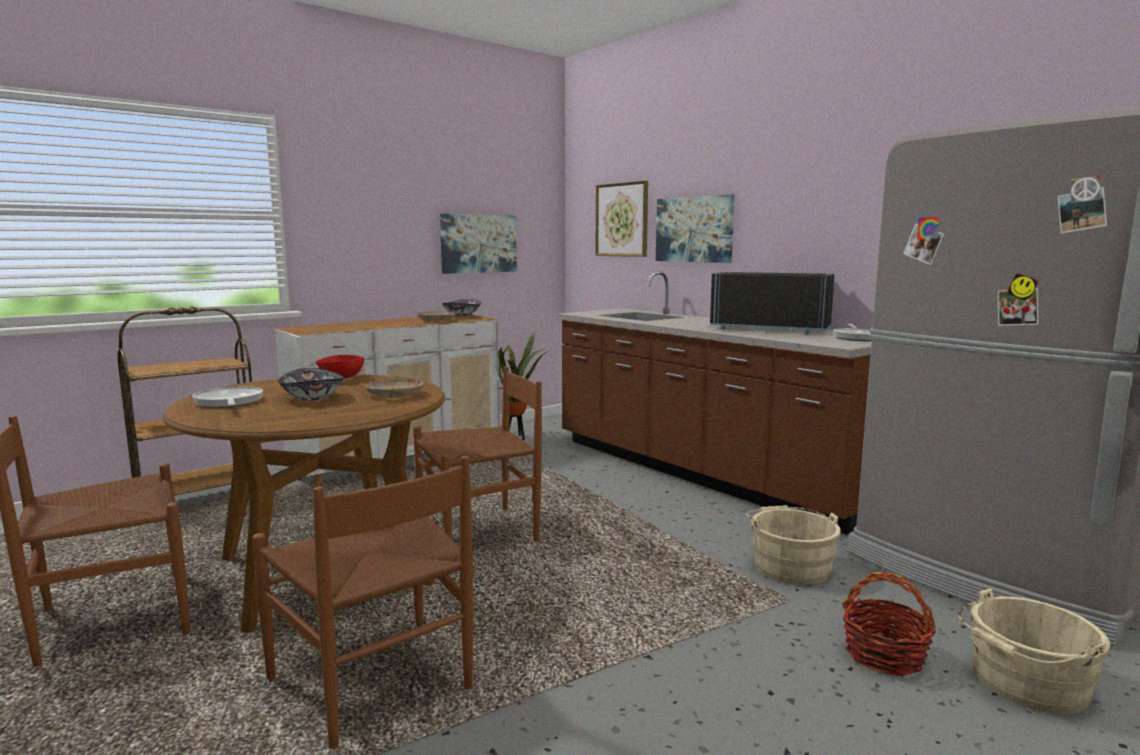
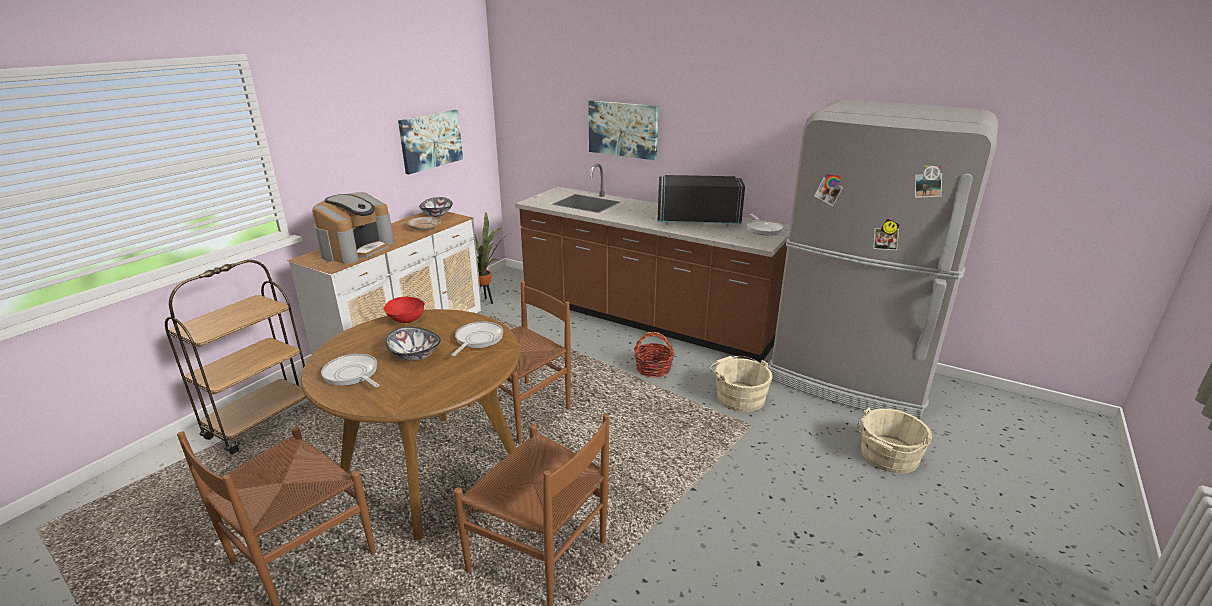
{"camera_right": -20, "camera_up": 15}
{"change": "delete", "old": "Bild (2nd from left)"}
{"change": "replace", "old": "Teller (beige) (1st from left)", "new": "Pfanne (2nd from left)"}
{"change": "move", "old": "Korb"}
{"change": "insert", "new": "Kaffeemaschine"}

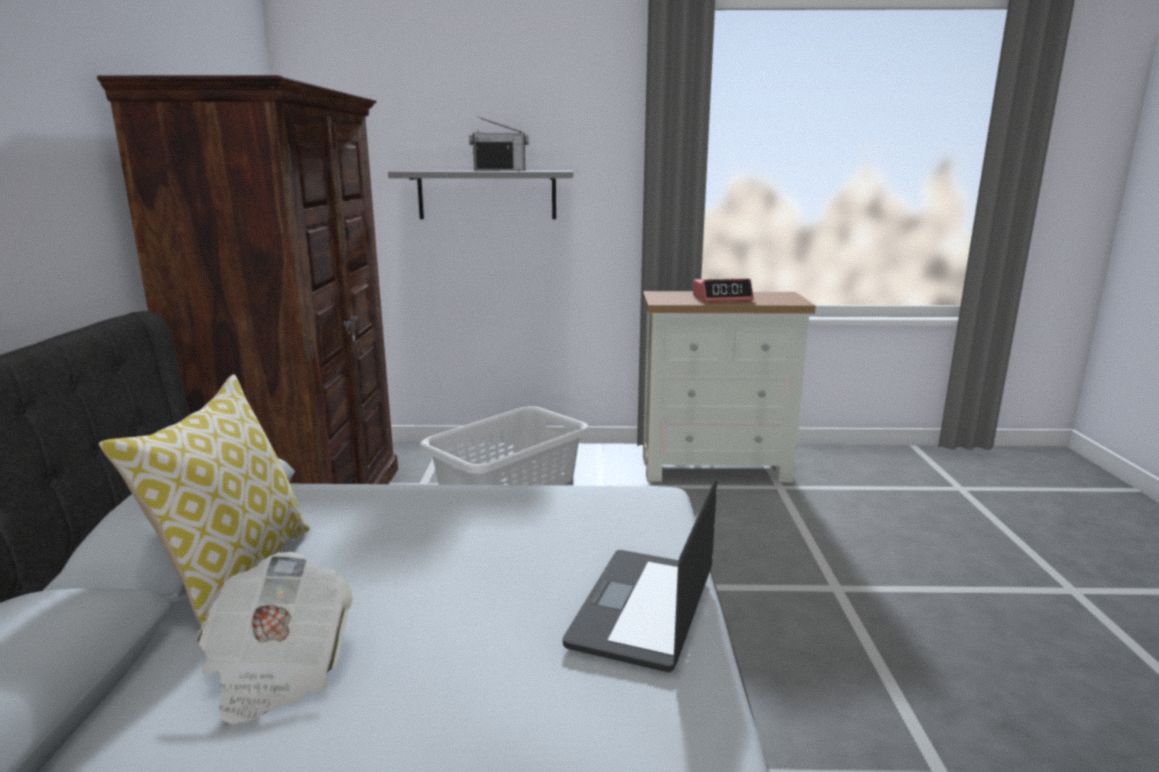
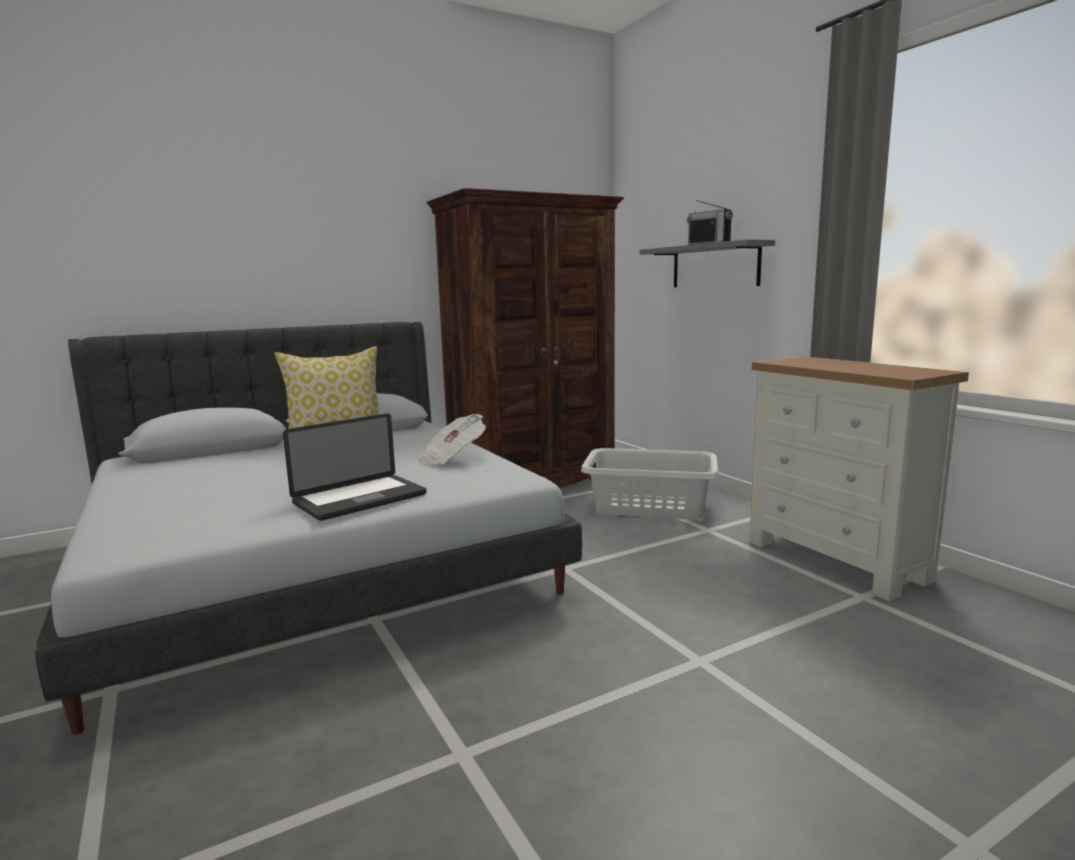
{"camera_right": 60, "camera_up": -5}
{"change": "delete", "old": "Wecker"}
{"change": "rotate", "old": "Laptop", "degrees": 150}
{"change": "move", "old": "Zeitung"}

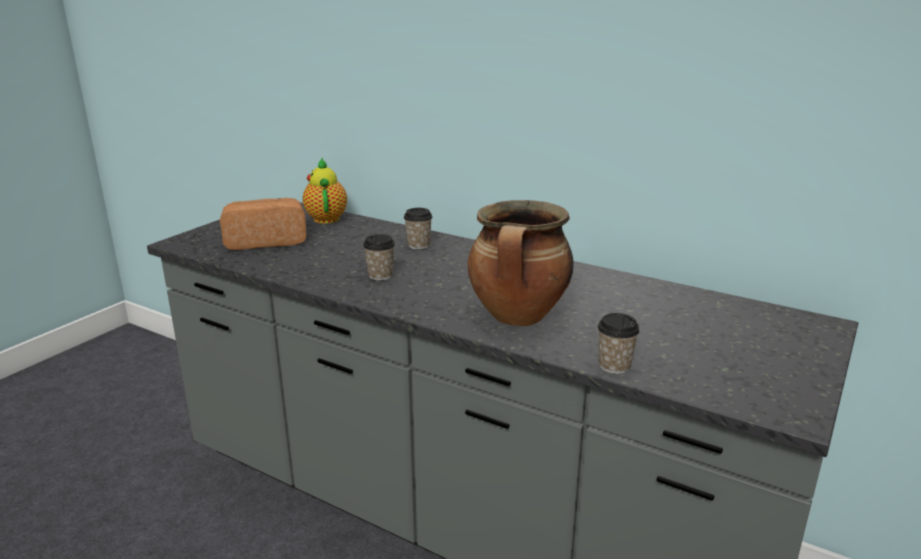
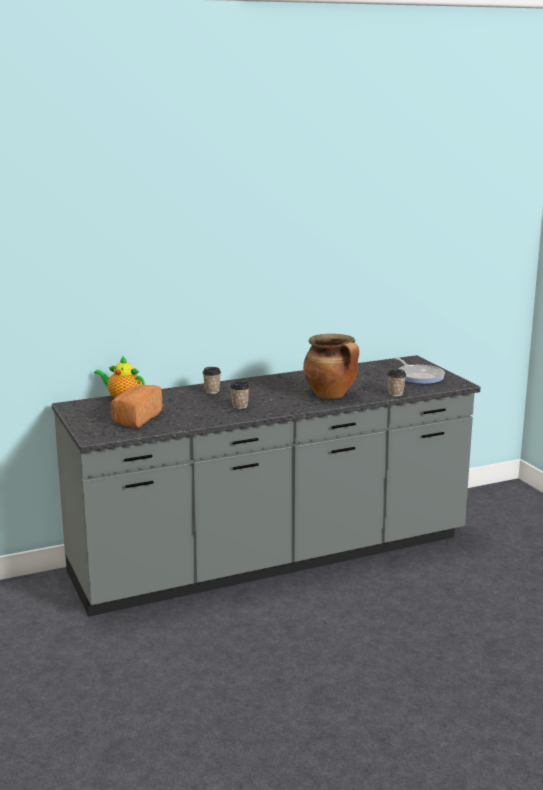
{"camera_right": -55, "camera_up": -5}
{"change": "insert", "new": "Pfanne"}

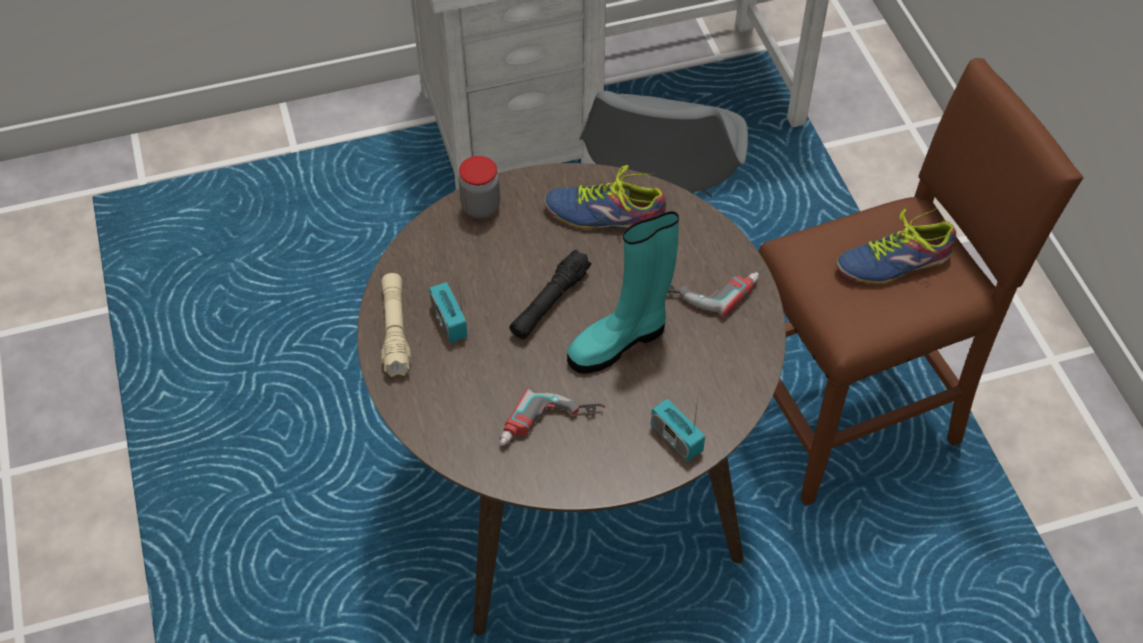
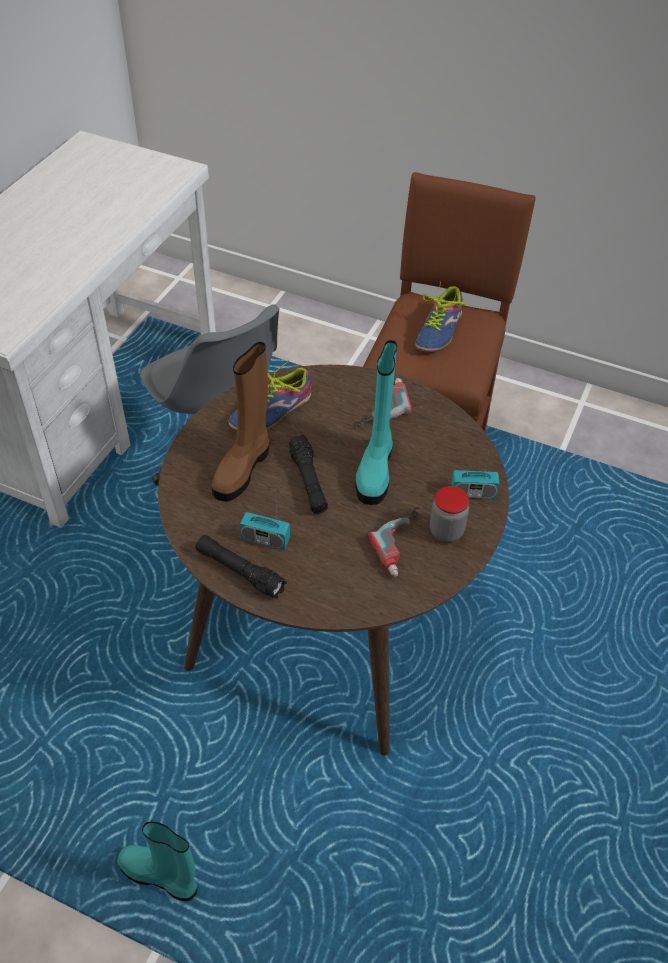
{"camera_right": -50, "camera_up": -5}
{"change": "move", "old": "Vorratsglas"}
{"change": "recolor", "old": "Taschenlampe (beige)", "new": "Taschenlampe (schwarz) (1st from left)"}
{"change": "insert", "new": "Stiefel (braun)"}
{"change": "insert", "new": "Stiefel (türkis) (1st from left)"}

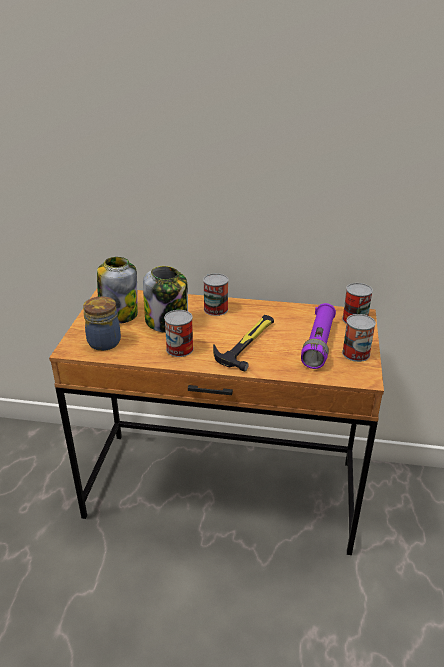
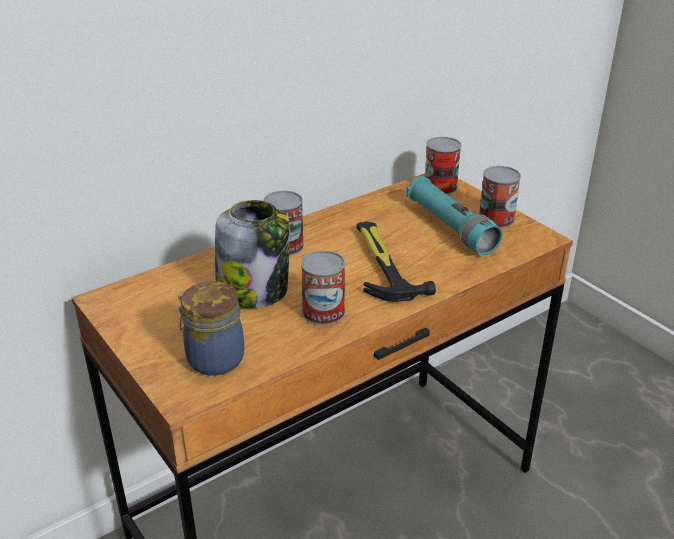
{"camera_right": -45, "camera_up": 0}
{"change": "delete", "old": "Vorratsglas (2nd from left)"}
{"change": "recolor", "old": "Taschenlampe (lila)", "new": "Taschenlampe (türkis)"}

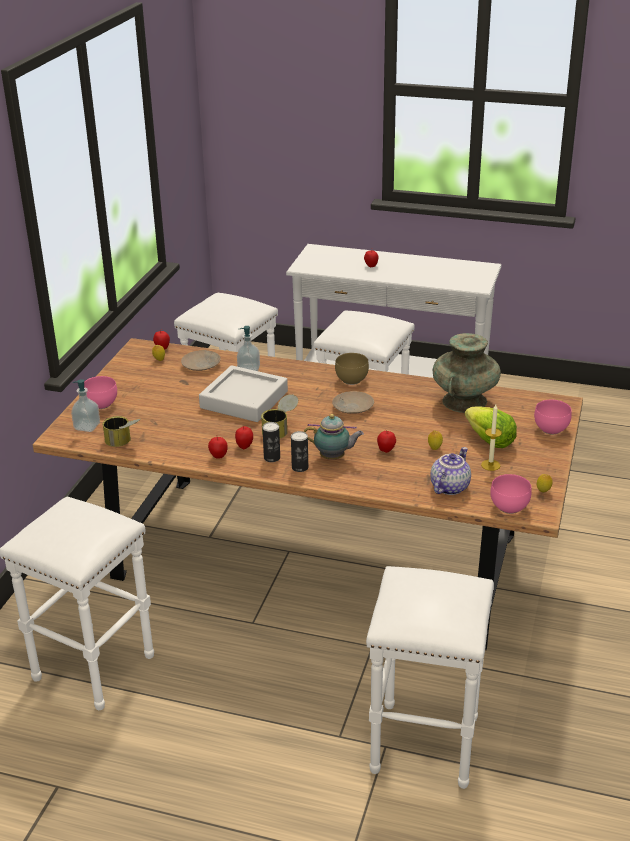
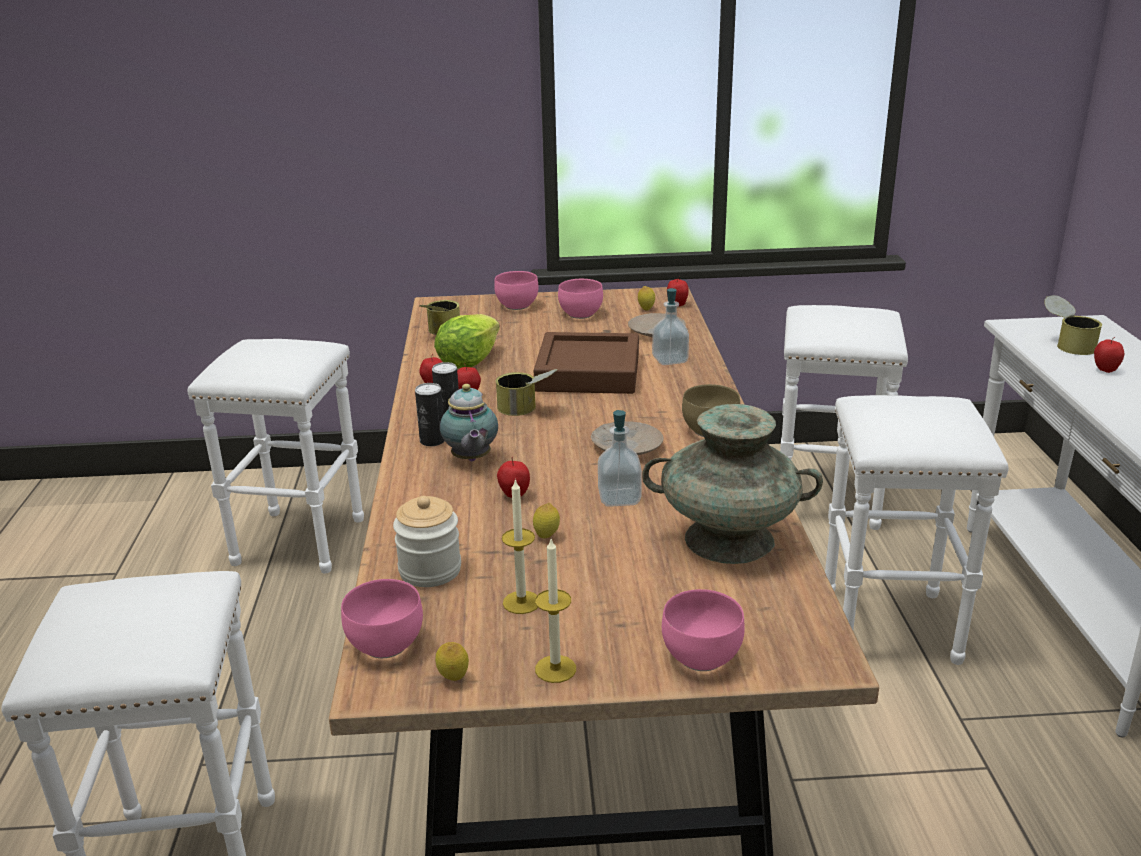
{"camera_right": 70, "camera_up": -5}
{"change": "recolor", "old": "Tablett (grau)", "new": "Tablett (braun)"}
{"change": "move", "old": "Seifenspender (1st from left)"}
{"change": "move", "old": "Salatkopf"}
{"change": "replace", "old": "Teekanne (2nd from left)", "new": "Vorratsglas"}
{"change": "insert", "new": "Schüssel (rosa) (3rd from left)"}
{"change": "insert", "new": "Dose (5th from left)"}
{"change": "insert", "new": "Kerze (2nd from left)"}

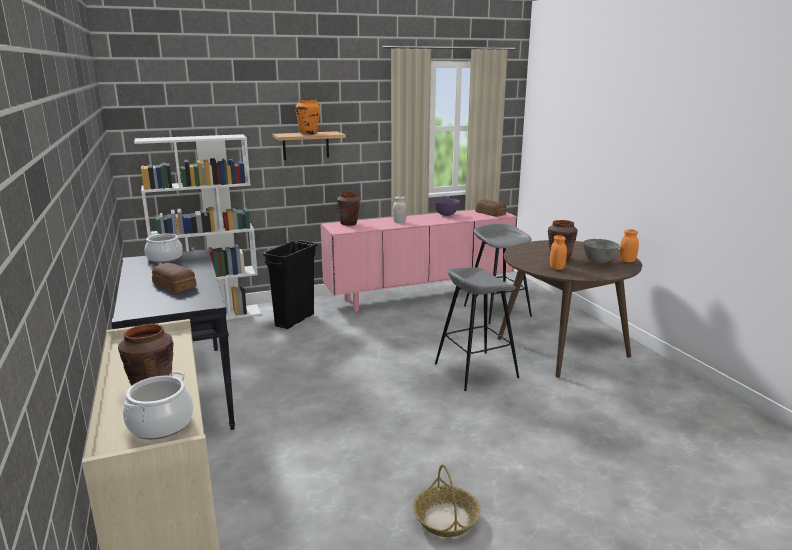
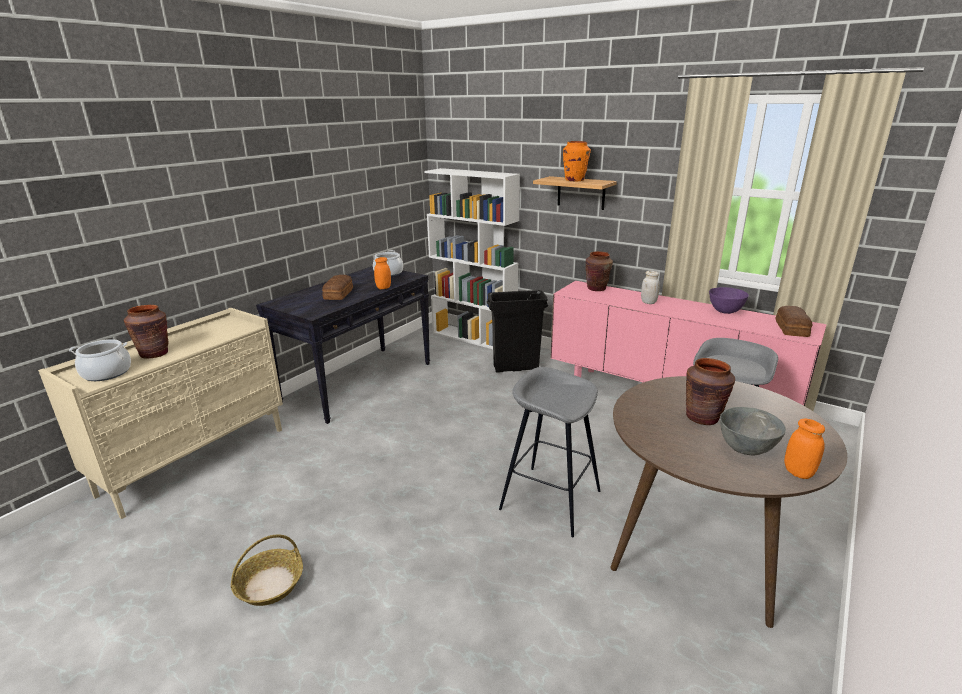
{"camera_right": 55, "camera_up": 5}
{"change": "move", "old": "Vorratsglas (orange) (1st from left)"}

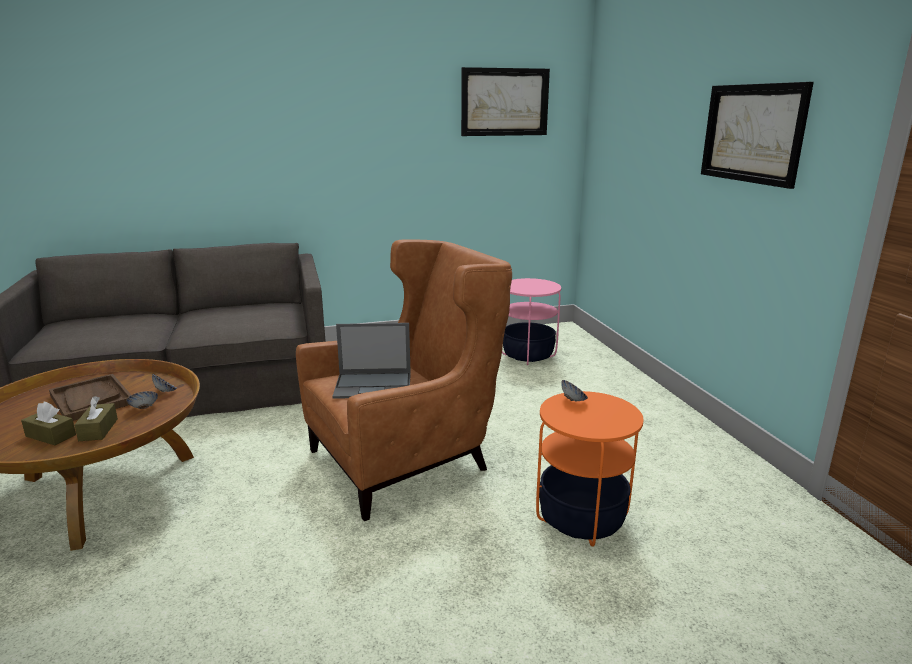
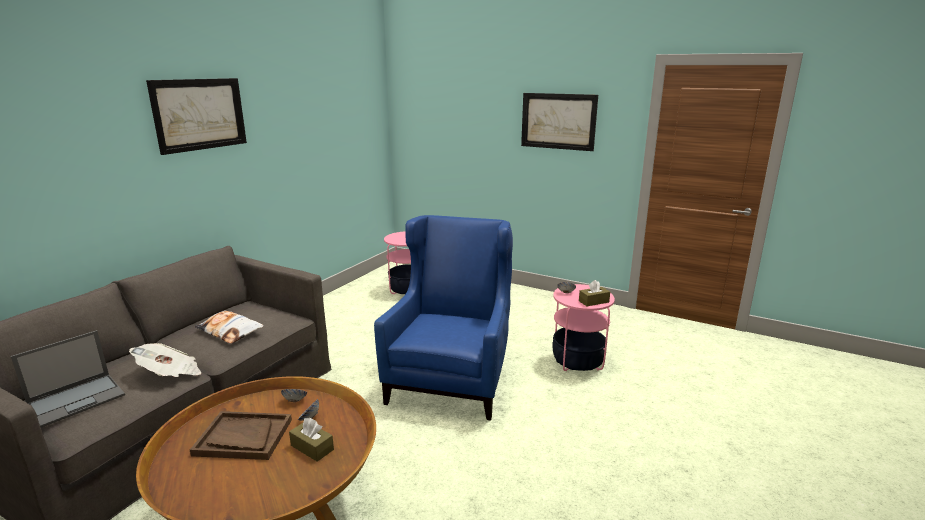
{"camera_right": -45, "camera_up": 0}
{"change": "move", "old": "Bild (1st from left)"}
{"change": "recolor", "old": "Sessel (braun)", "new": "Sessel (blau)"}
{"change": "move", "old": "Laptop"}
{"change": "recolor", "old": "Beistelltisch (orange)", "new": "Beistelltisch (rosa) (2nd from left)"}
{"change": "move", "old": "Taschentuchbox (braun) (1st from left in the first image)", "new": "Taschentuchbox (braun) (2nd from left)"}
{"change": "insert", "new": "Kissen"}
{"change": "insert", "new": "Zeitung"}

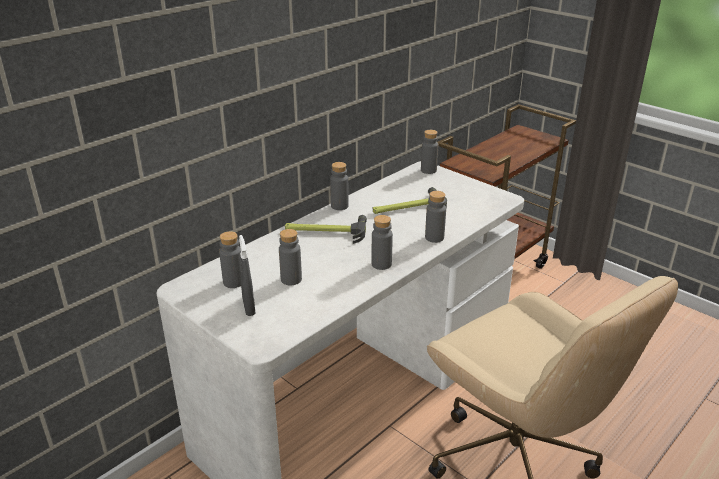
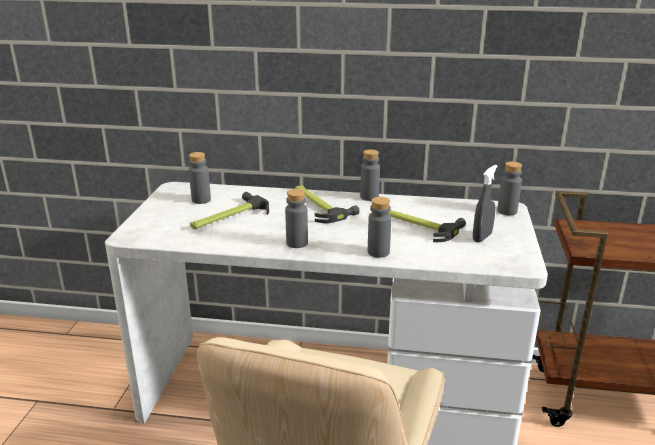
{"camera_right": 55, "camera_up": -5}
{"change": "replace", "old": "Flasche (grau) (2nd from left)", "new": "Hammer (1st from left)"}
{"change": "move", "old": "Sprühflasche (grau)"}

